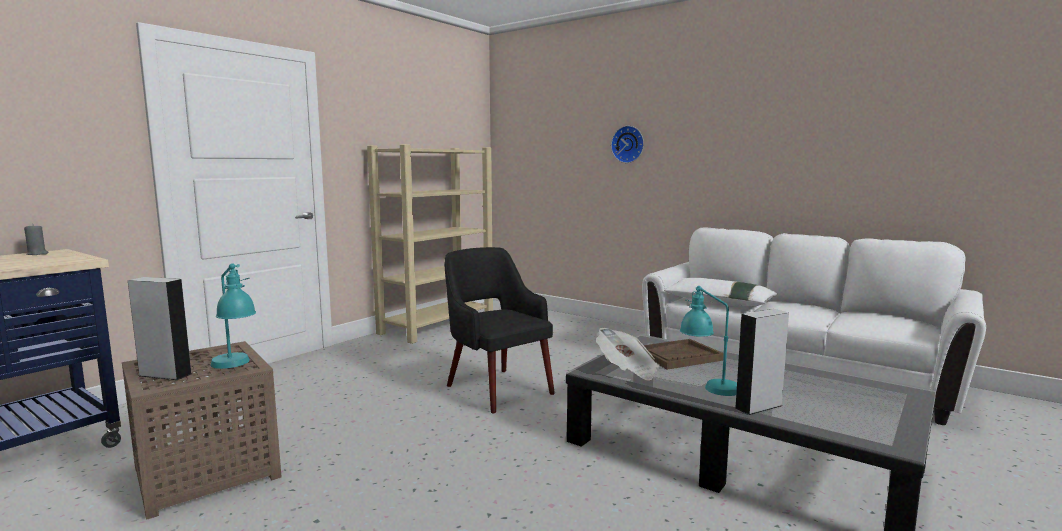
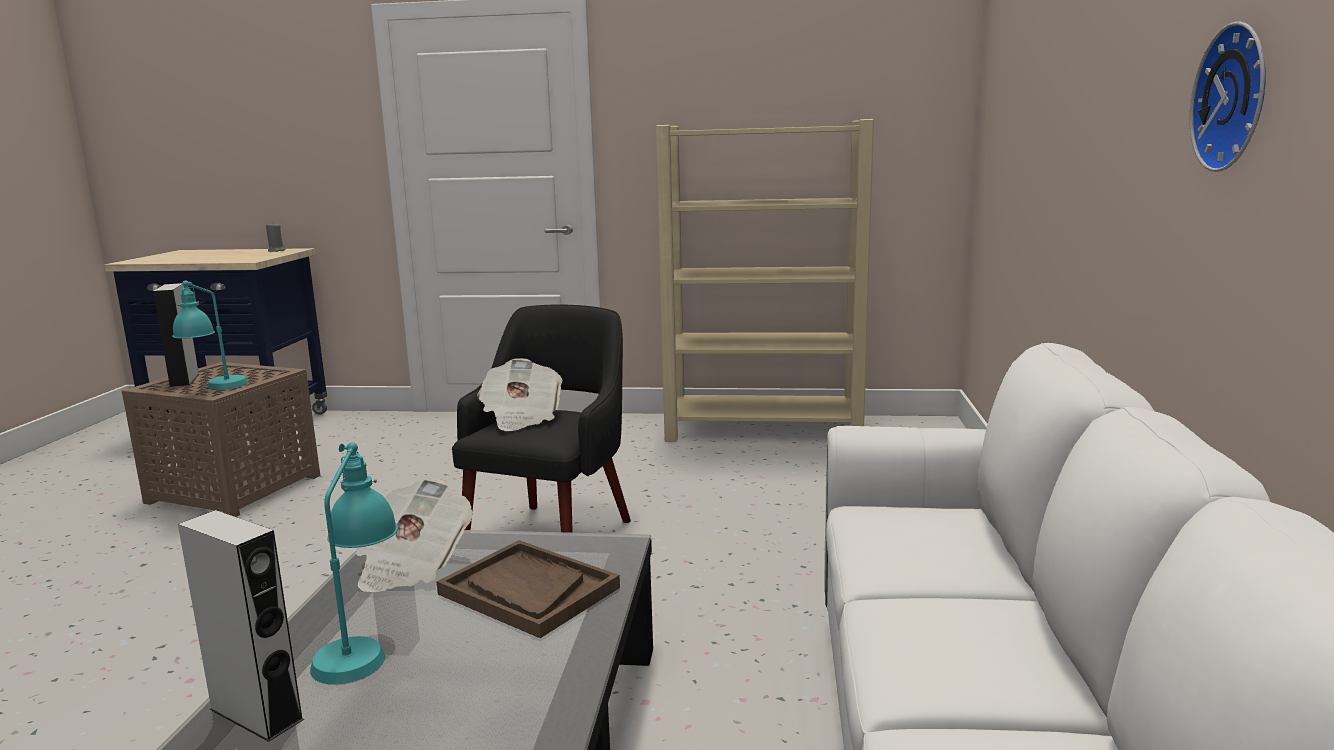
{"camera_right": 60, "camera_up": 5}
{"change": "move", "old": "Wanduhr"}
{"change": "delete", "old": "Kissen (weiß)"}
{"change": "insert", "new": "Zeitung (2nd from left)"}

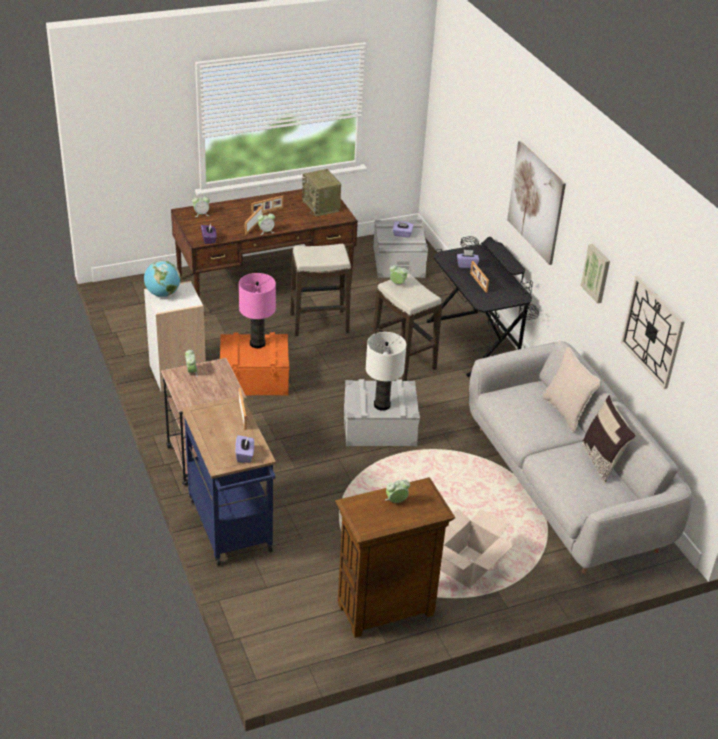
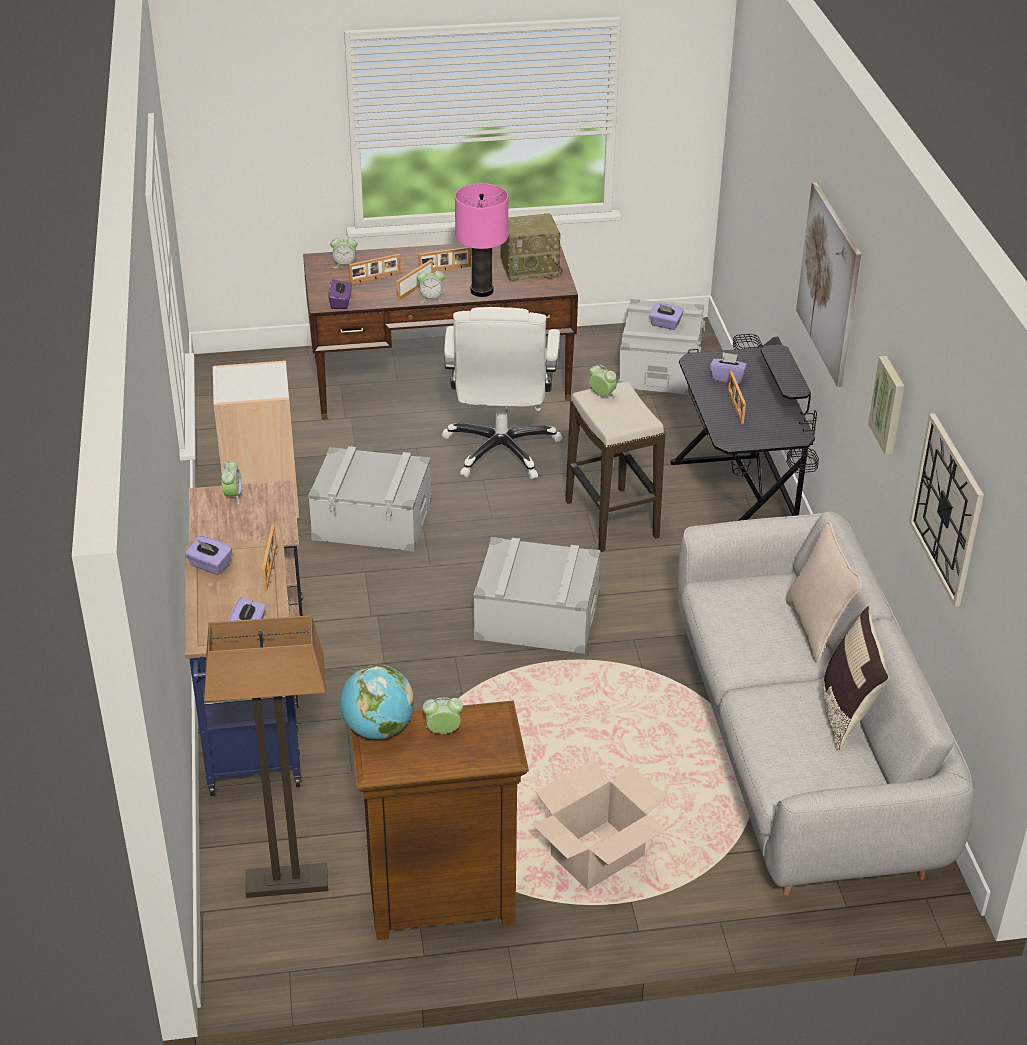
{"camera_right": 15, "camera_up": 0}
{"change": "rotate", "old": "Radio", "degrees": -90}
{"change": "replace", "old": "Hocker (1st from left)", "new": "Bürostuhl (weiß)"}
{"change": "move", "old": "Globus"}
{"change": "move", "old": "Tischlampe (rosa)"}
{"change": "recolor", "old": "Aufbewahrungsbox (orange)", "new": "Aufbewahrungsbox (grau) (1st from left)"}
{"change": "delete", "old": "Tischlampe (weiß)"}
{"change": "insert", "new": "Bilderrahmen (2nd from left)"}
{"change": "insert", "new": "Taschentuchbox (lila) (1st from left)"}
{"change": "insert", "new": "Stehlampe"}

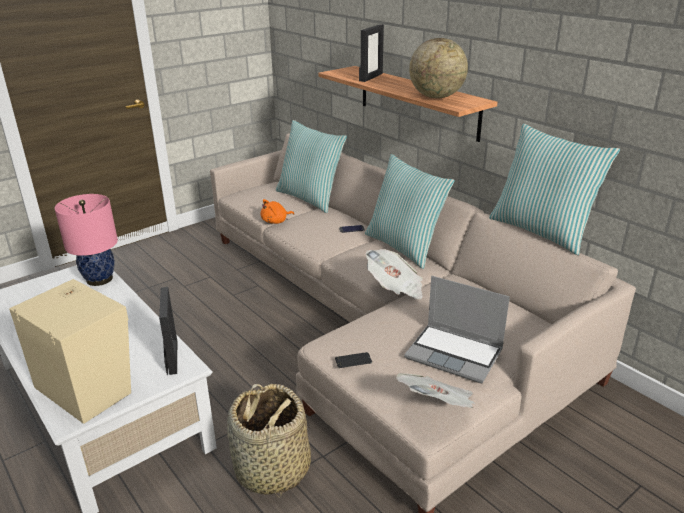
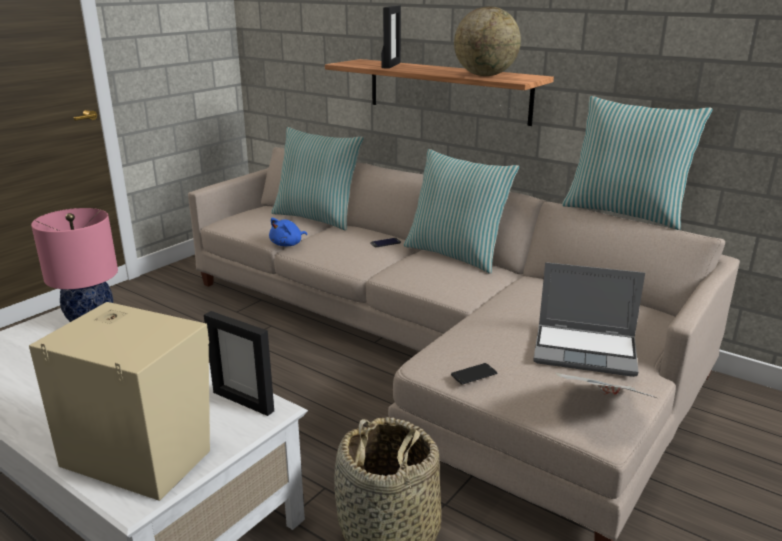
{"camera_right": -15, "camera_up": -5}
{"change": "recolor", "old": "Plüschtier (orange)", "new": "Plüschtier (blau)"}
{"change": "delete", "old": "Zeitung (1st from left)"}
{"change": "rotate", "old": "Bilderrahmen (1st from left)", "degrees": 150}

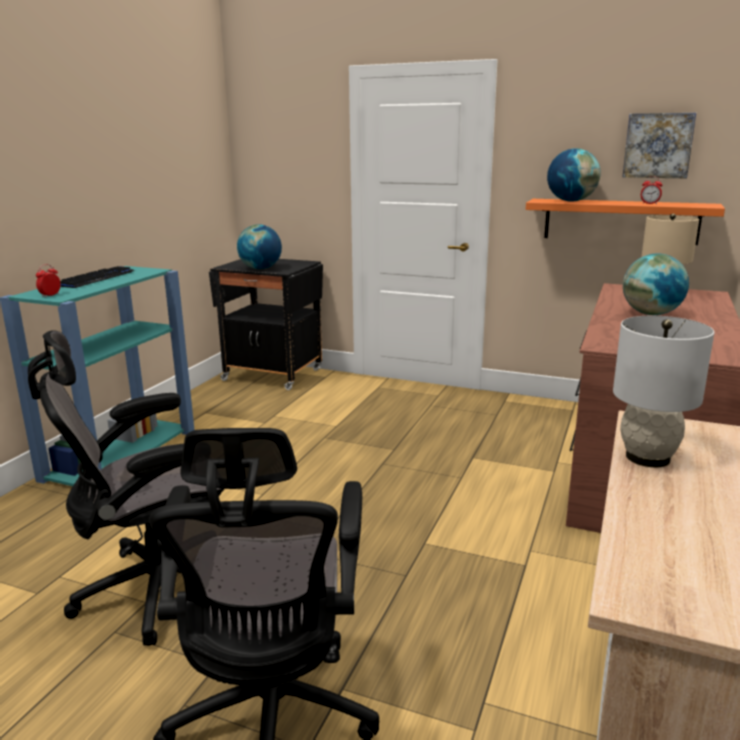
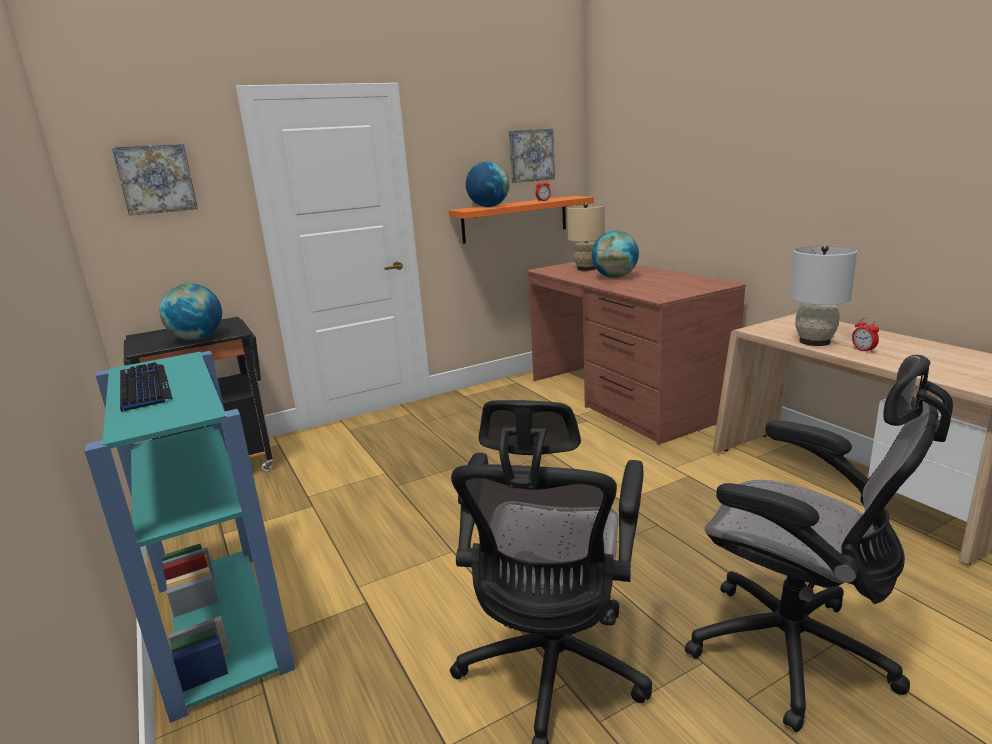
{"camera_right": -50, "camera_up": 0}
{"change": "move", "old": "Wecker (1st from left in the first image)", "new": "Wecker (2nd from left)"}
{"change": "insert", "new": "Bild (1st from left)"}

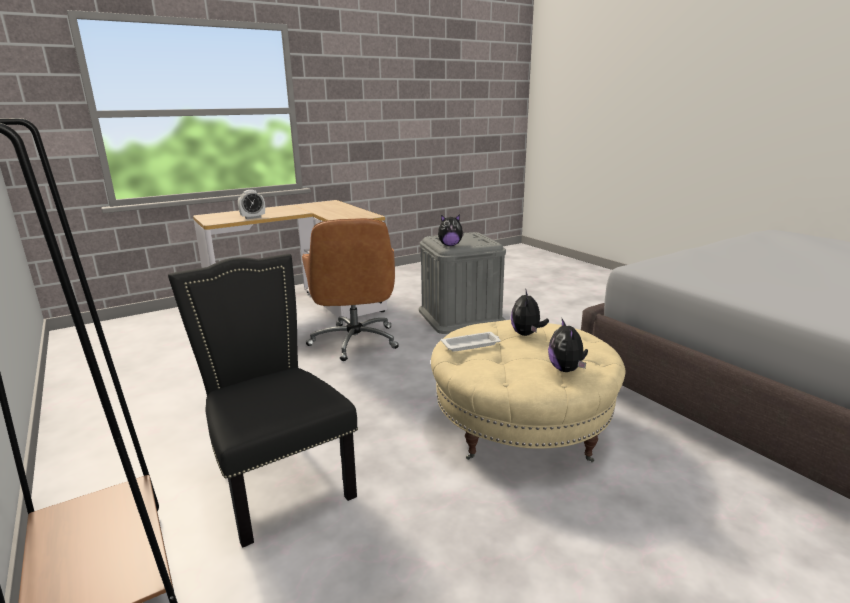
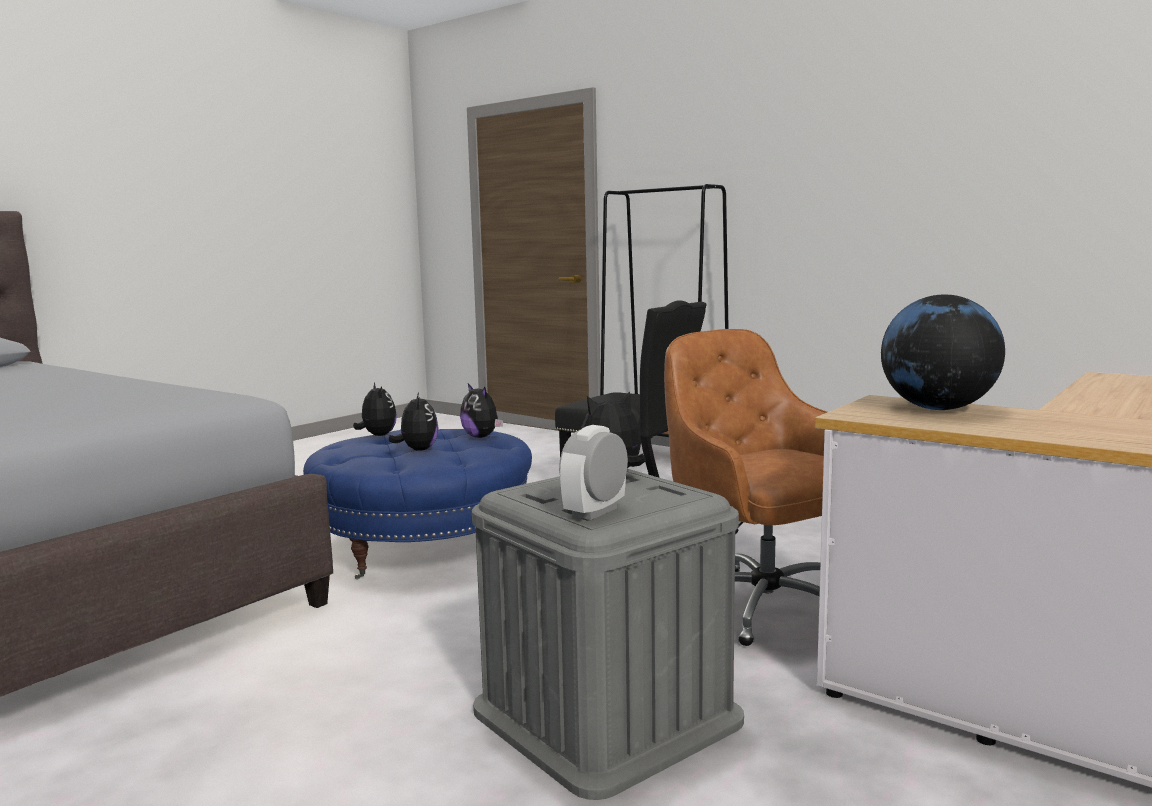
{"camera_right": 160, "camera_up": -10}
{"change": "move", "old": "Wecker"}
{"change": "recolor", "old": "Polsterhocker (beige)", "new": "Polsterhocker (blau)"}
{"change": "replace", "old": "Tablett (weiß)", "new": "Plüschtier (3rd from left)"}
{"change": "insert", "new": "Globus"}

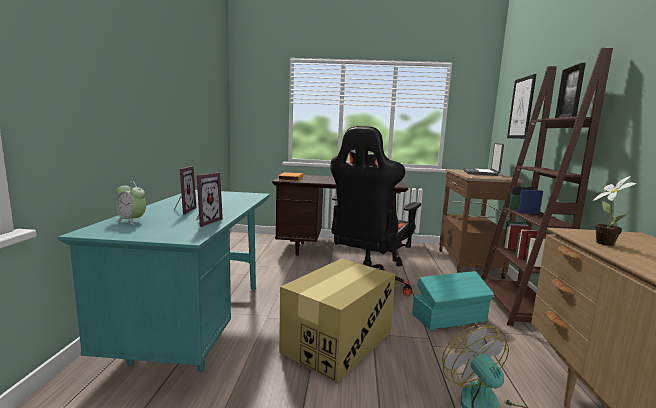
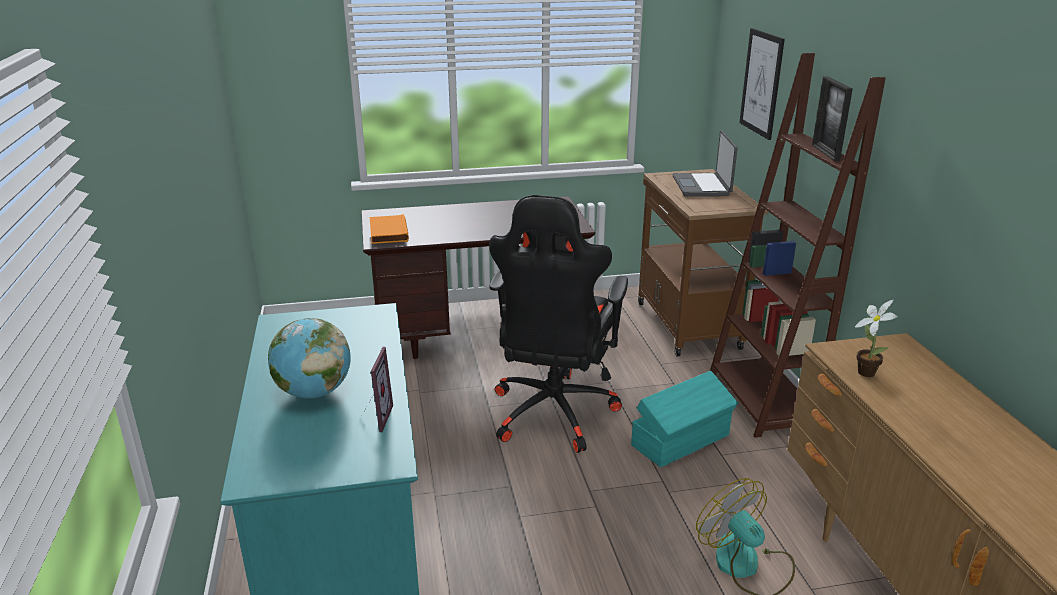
{"camera_right": -15, "camera_up": 15}
{"change": "replace", "old": "Bilderrahmen (1st from left)", "new": "Globus"}
{"change": "delete", "old": "Wecker"}
{"change": "delete", "old": "Karton"}

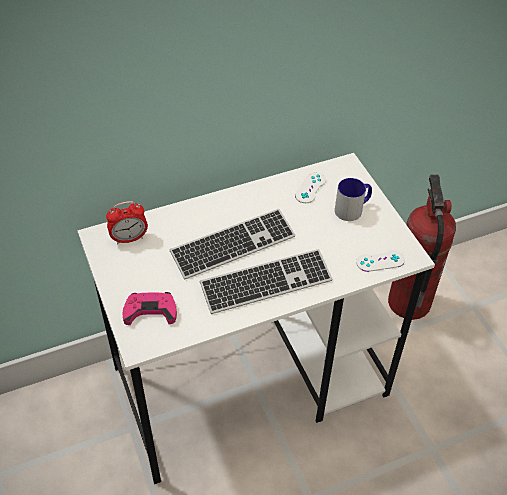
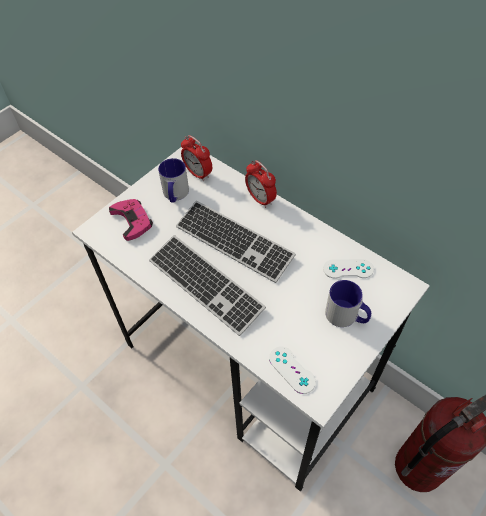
{"camera_right": 65, "camera_up": 5}
{"change": "insert", "new": "Henkelbecher (1st from left)"}
{"change": "insert", "new": "Wecker (2nd from left)"}

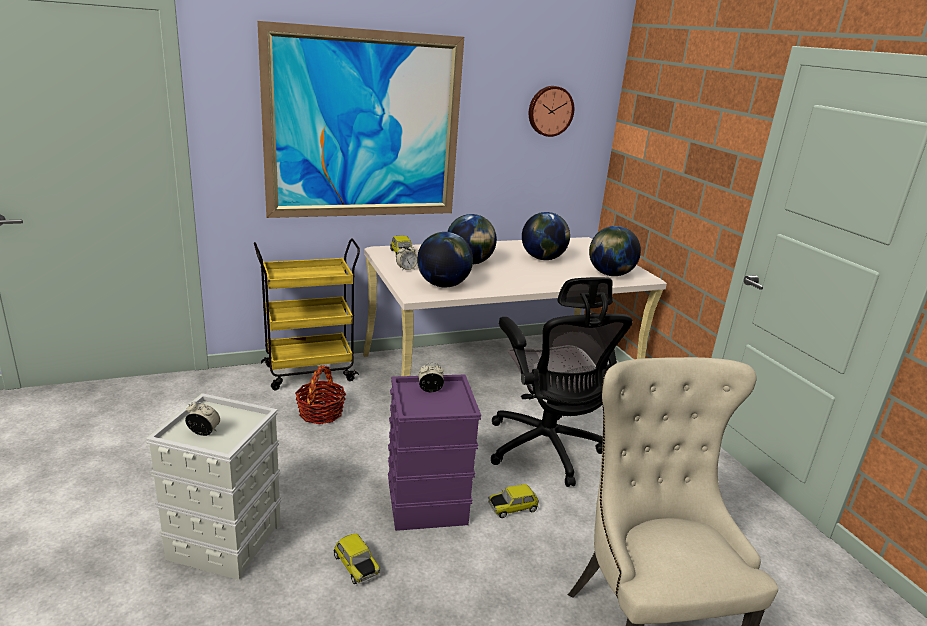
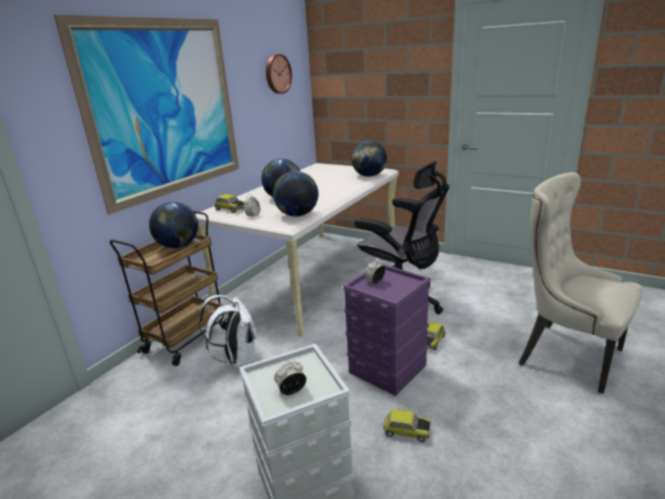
{"camera_right": -35, "camera_up": 0}
{"change": "move", "old": "Globus (3rd from left in the first image)", "new": "Globus (1st from left)"}
{"change": "recolor", "old": "Rollwagen (gelb)", "new": "Rollwagen (braun)"}
{"change": "replace", "old": "Korb", "new": "Rucksack (weiß)"}

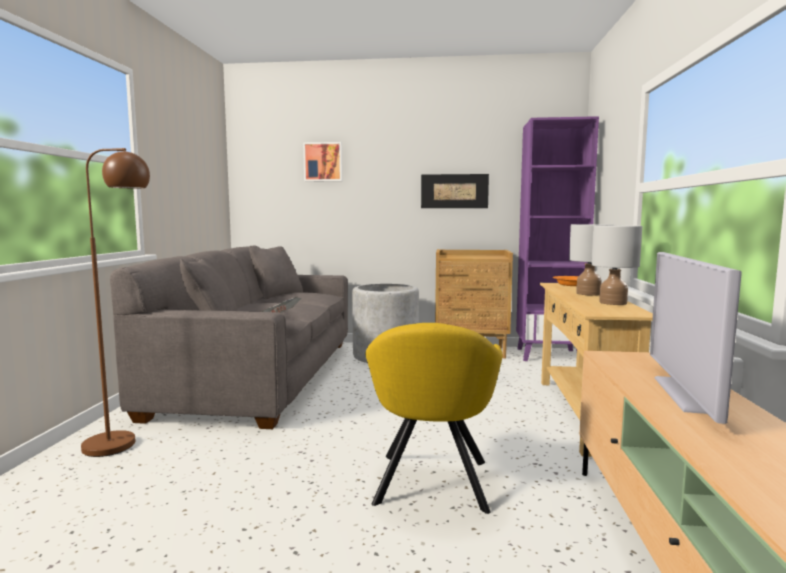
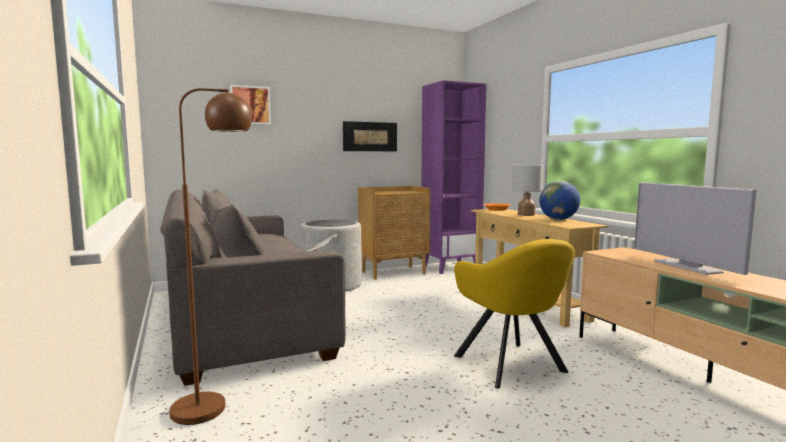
{"camera_right": -30, "camera_up": 0}
{"change": "replace", "old": "Tischlampe (grau) (2nd from left)", "new": "Globus"}

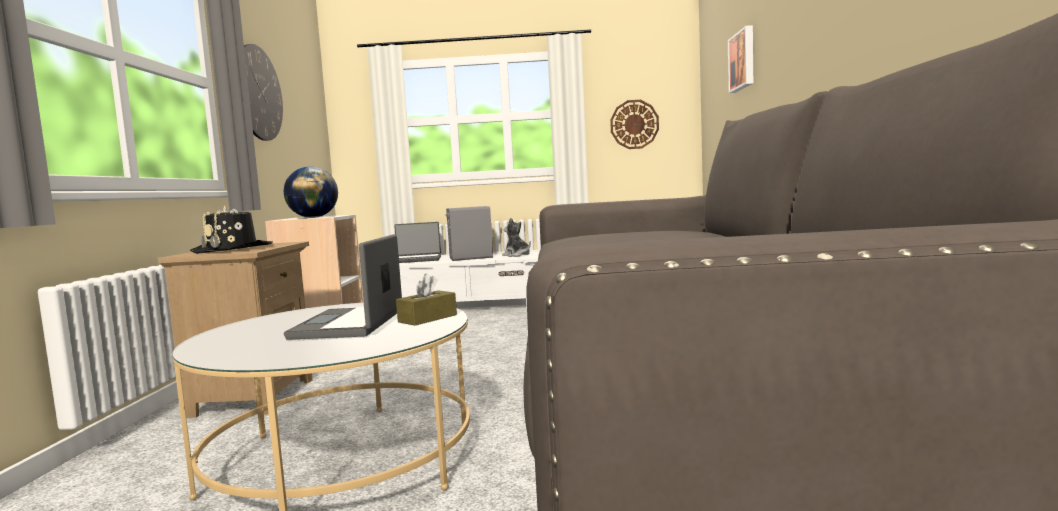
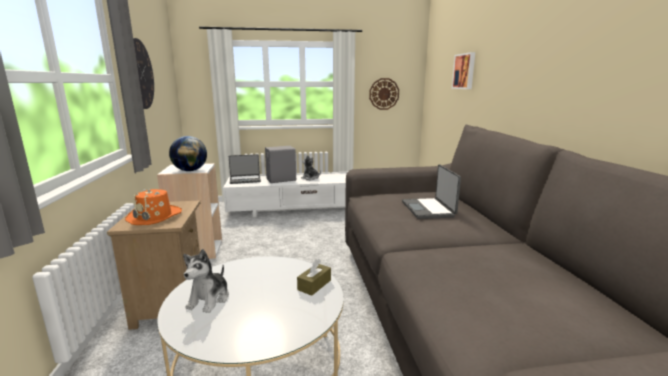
{"camera_right": -10, "camera_up": 10}
{"change": "recolor", "old": "Hut (schwarz)", "new": "Hut (orange)"}
{"change": "move", "old": "Laptop (1st from left in the first image)", "new": "Laptop (2nd from left)"}
{"change": "insert", "new": "Plüschtier (1st from left)"}

